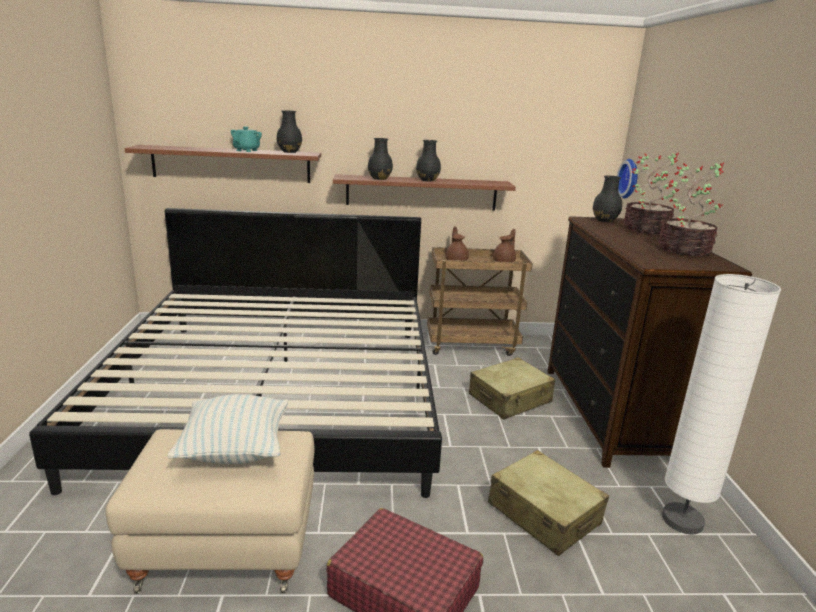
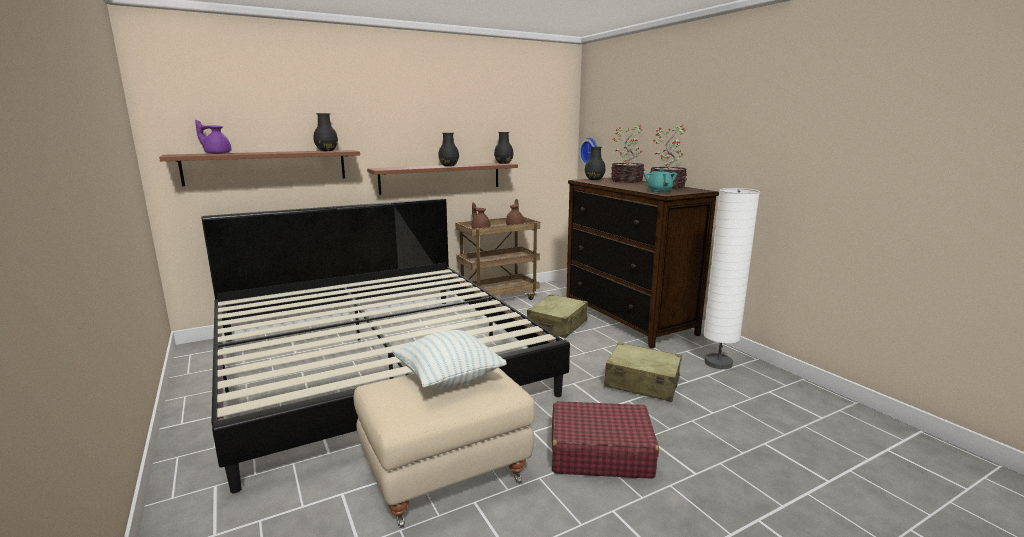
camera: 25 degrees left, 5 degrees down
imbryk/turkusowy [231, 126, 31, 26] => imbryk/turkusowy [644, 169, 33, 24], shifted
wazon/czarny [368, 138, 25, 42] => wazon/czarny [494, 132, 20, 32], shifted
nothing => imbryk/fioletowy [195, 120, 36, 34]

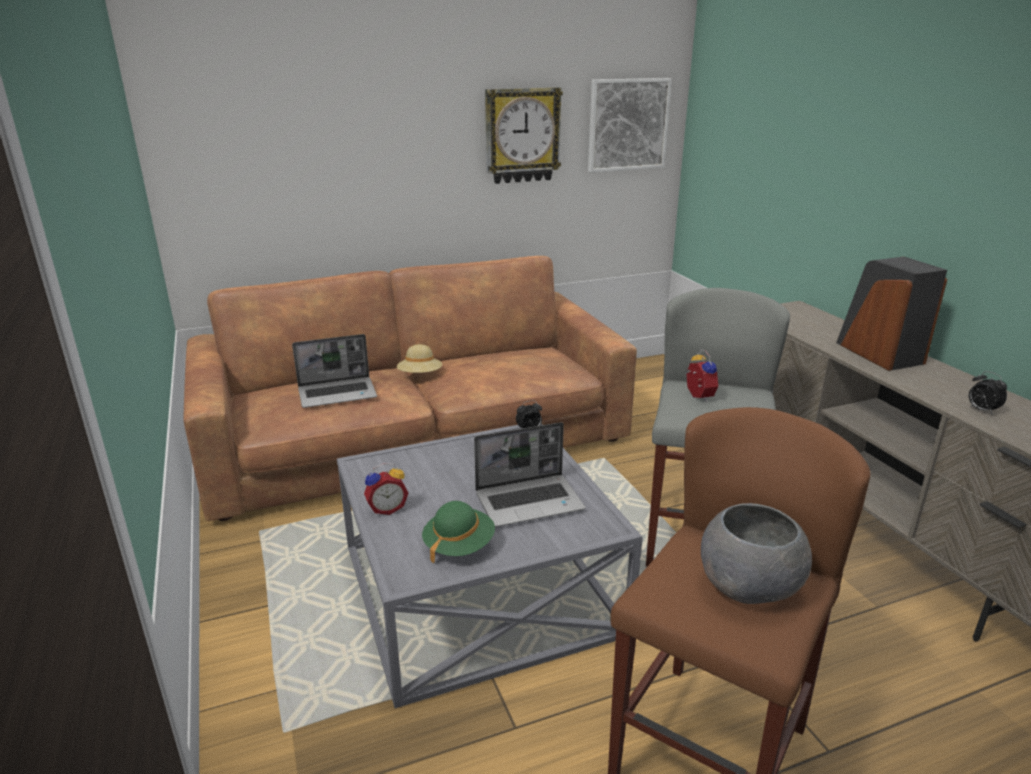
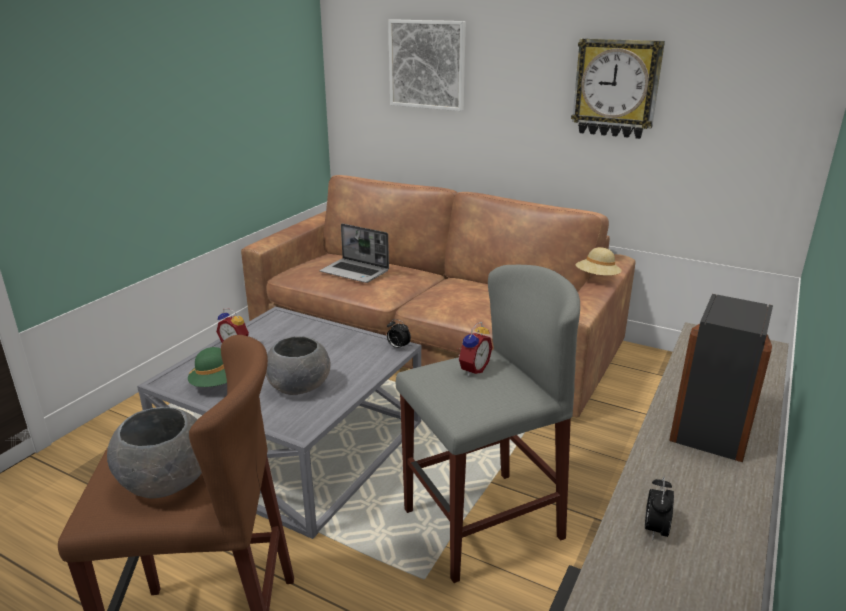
camera: 50 degrees right, 0 degrees up
kapelusz/beżowy [397, 344, 45, 29] => kapelusz/beżowy [576, 247, 46, 29], shifted
laptop [474, 422, 111, 105] => miska/szary [266, 336, 65, 59]
obraz [588, 78, 84, 94] => obraz [388, 19, 78, 92], shifted

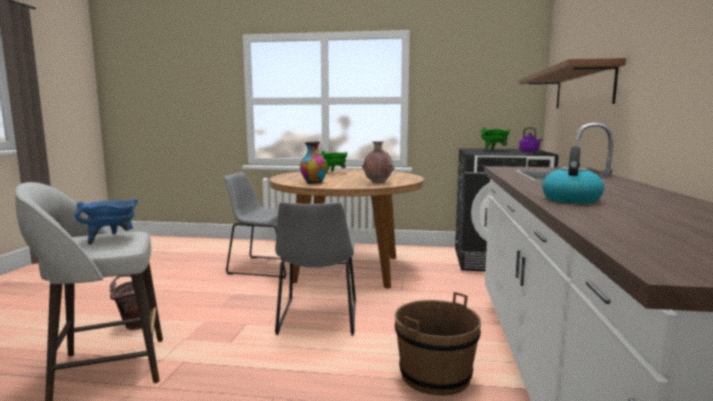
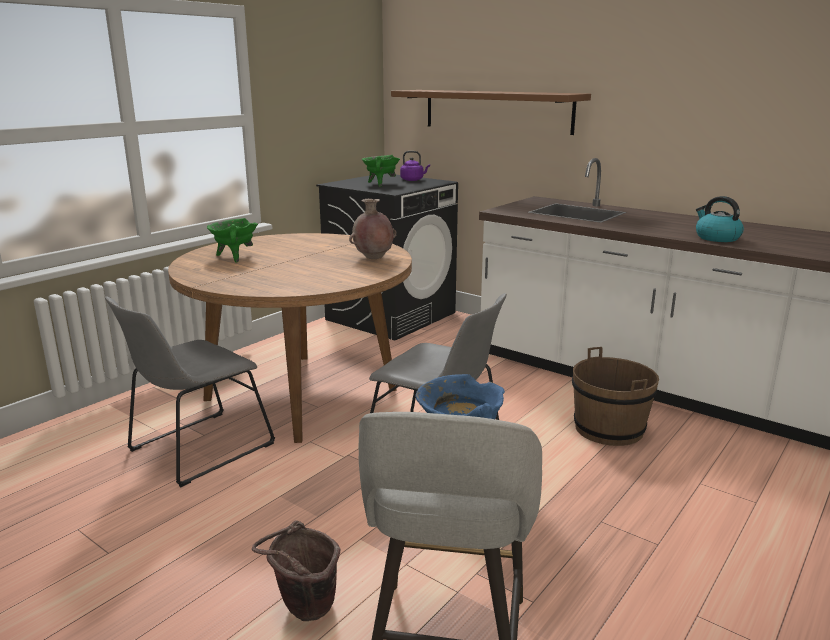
camera: 60 degrees left, 10 degrees up
wazon [300, 141, 27, 43] => nothing

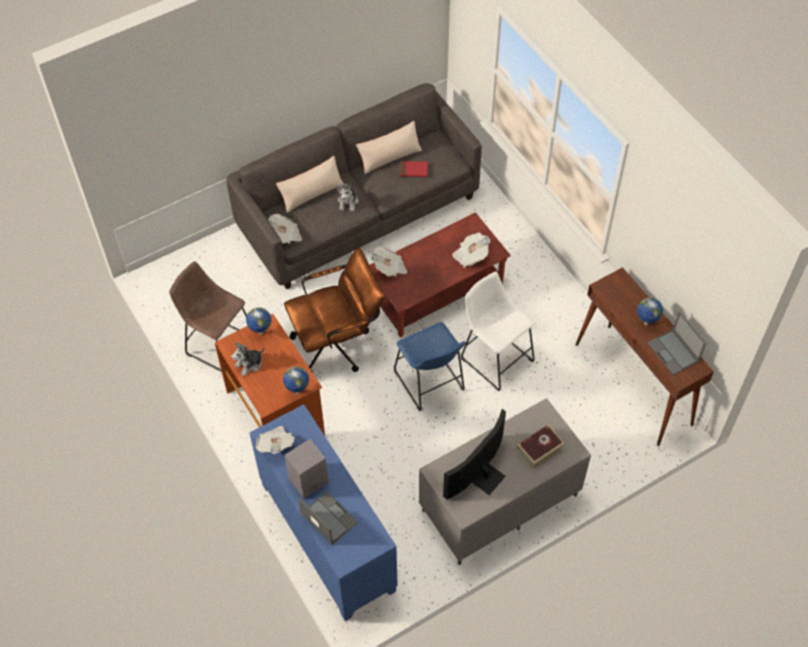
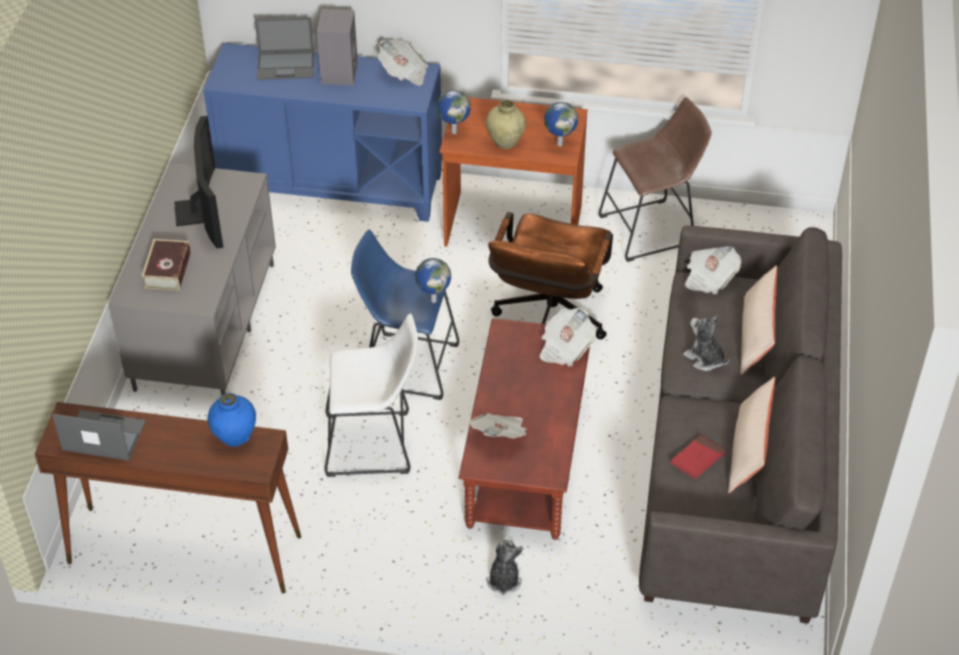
camera: 130 degrees right, 10 degrees down
pluszak [231, 341, 33, 35] => pluszak [487, 536, 36, 59], shifted
globus [637, 298, 26, 28] => globus [415, 258, 36, 45], shifted
nothing => wazon/niebieski [208, 393, 48, 54]
nothing => wazon/beżowy [486, 100, 40, 49]

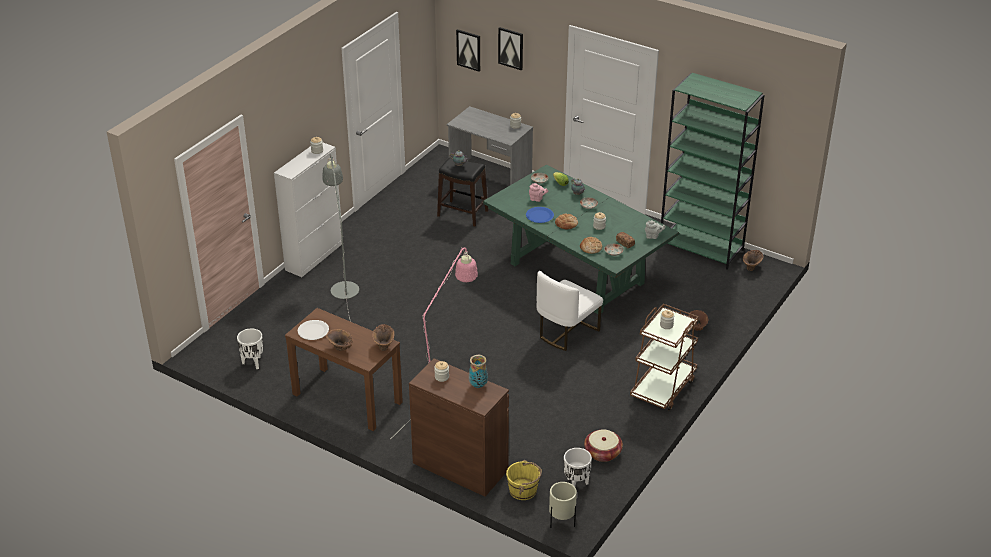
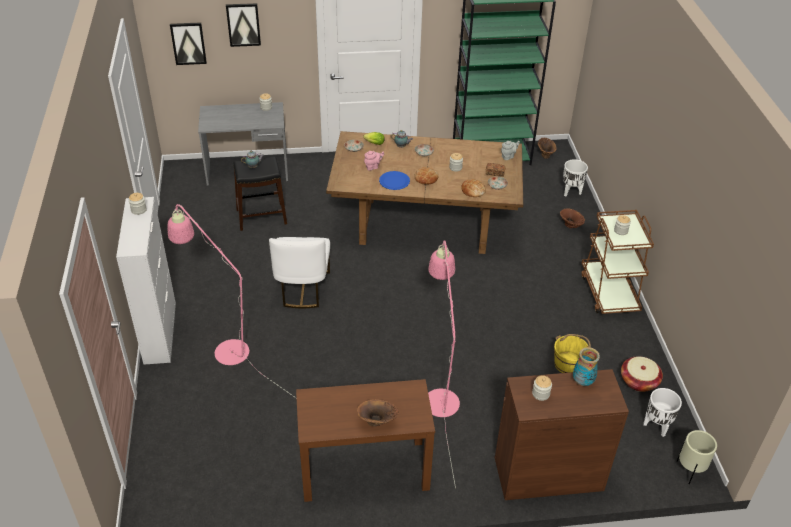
camera: 40 degrees left, 5 degrees up
donica/biały [237, 329, 26, 40] => donica/biały [563, 159, 25, 37], shifted
talerz/biały [298, 320, 31, 20] => nothing
lampa stojąca/szary [322, 154, 37, 168] => lampa stojąca/różowy [167, 204, 130, 195]
wazon/brązowy [372, 324, 23, 27] => nothing
stół jadalny/zielony [483, 164, 196, 150] => stół jadalny/brązowy [326, 131, 197, 123]
wiadro/żółty [506, 460, 36, 40] => wiadro/żółty [554, 334, 37, 39], shifted
krzesło/biały [536, 271, 67, 80] => krzesło/biały [269, 237, 61, 71], shifted

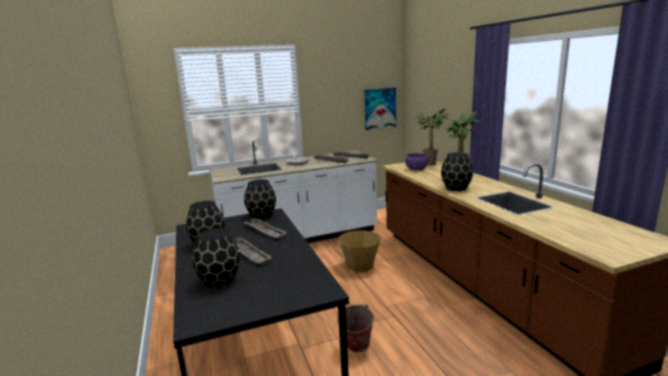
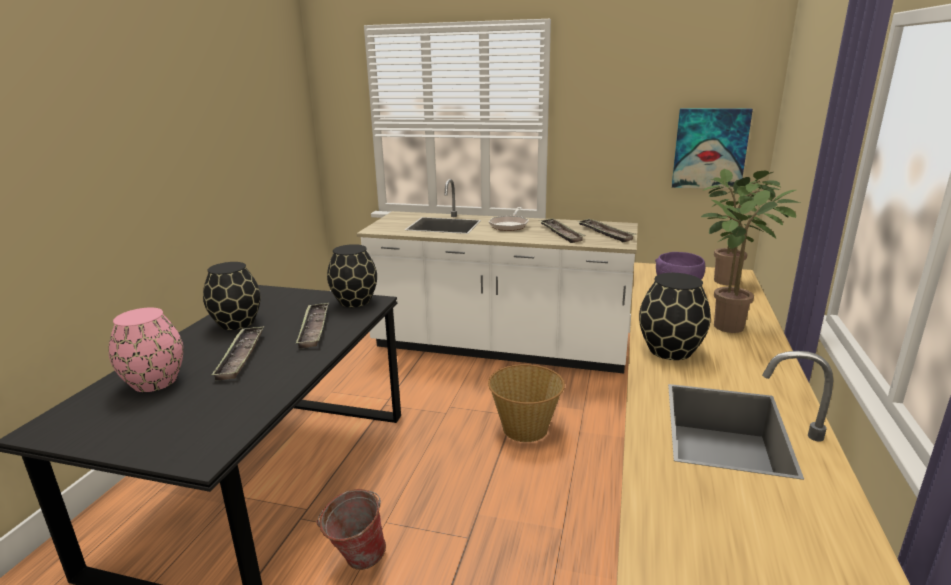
camera: 35 degrees right, 5 degrees up
wazon/czarny [192, 228, 48, 60] => wazon/różowy [109, 308, 74, 84]

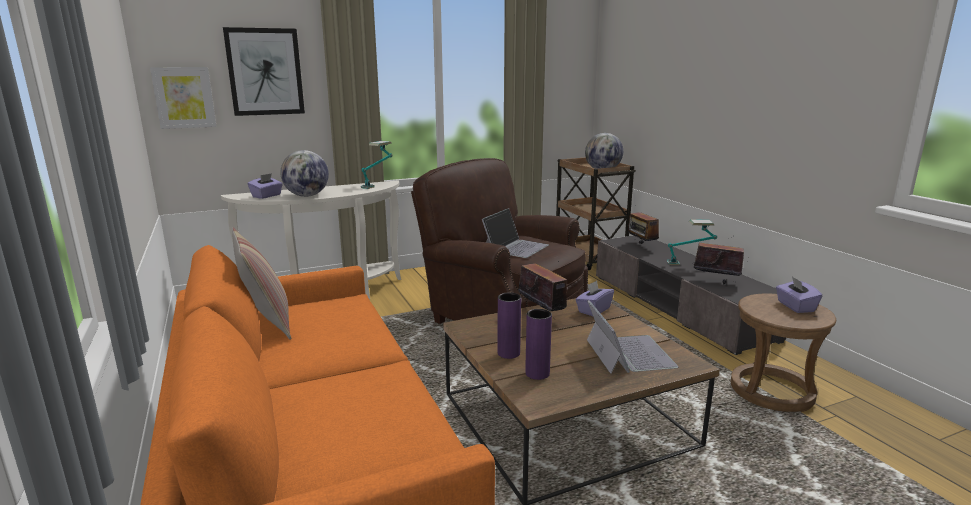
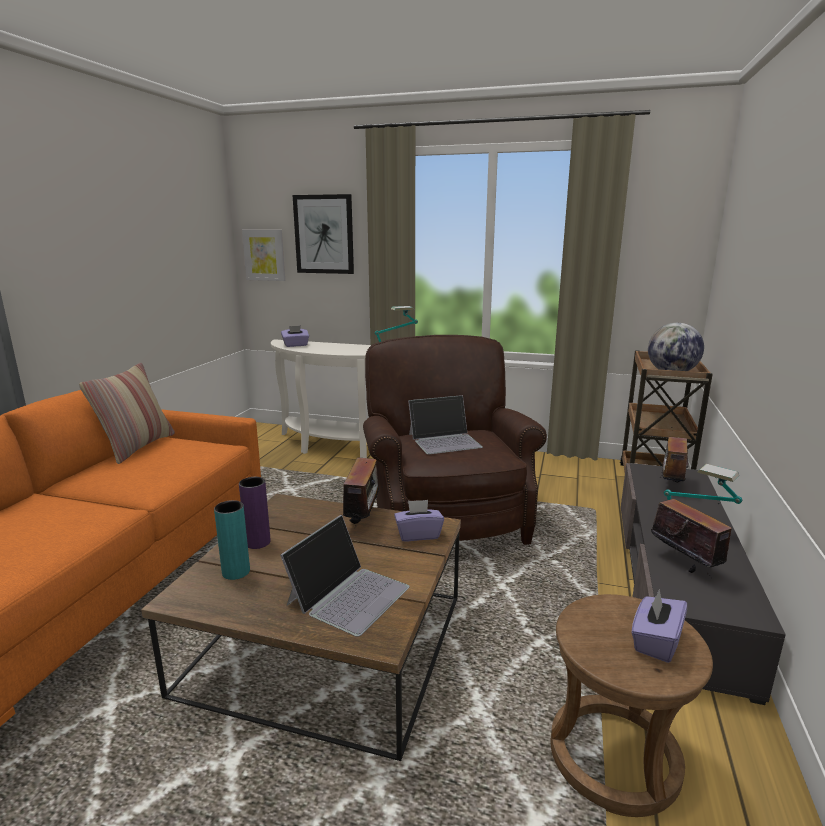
camera: 40 degrees right, 0 degrees up
globus [280, 150, 49, 47] => nothing
wazon/fioletowy [525, 309, 27, 71] => wazon/turkusowy [214, 500, 36, 80]

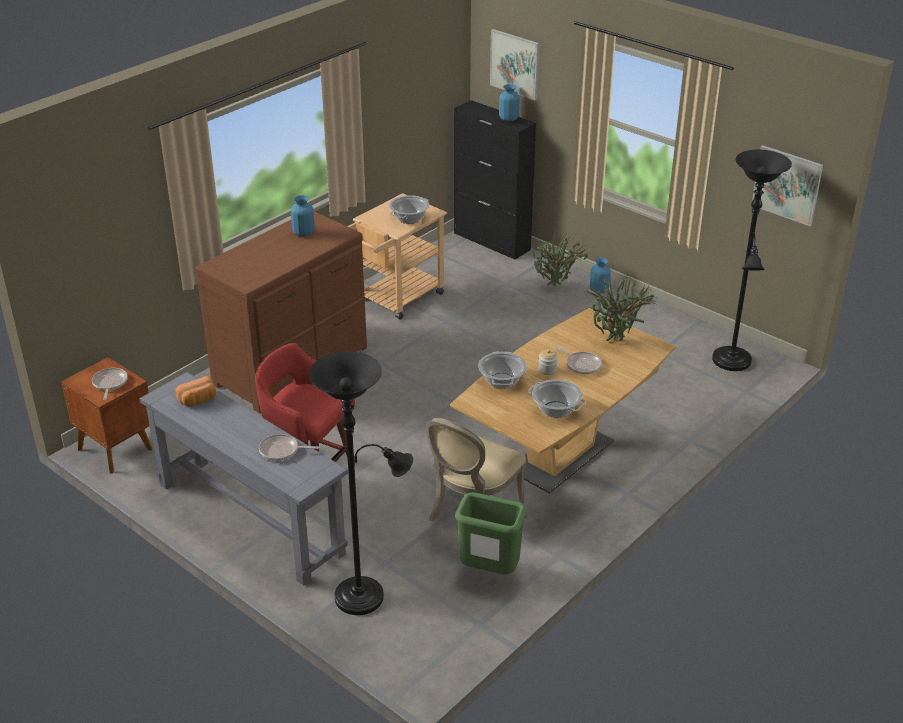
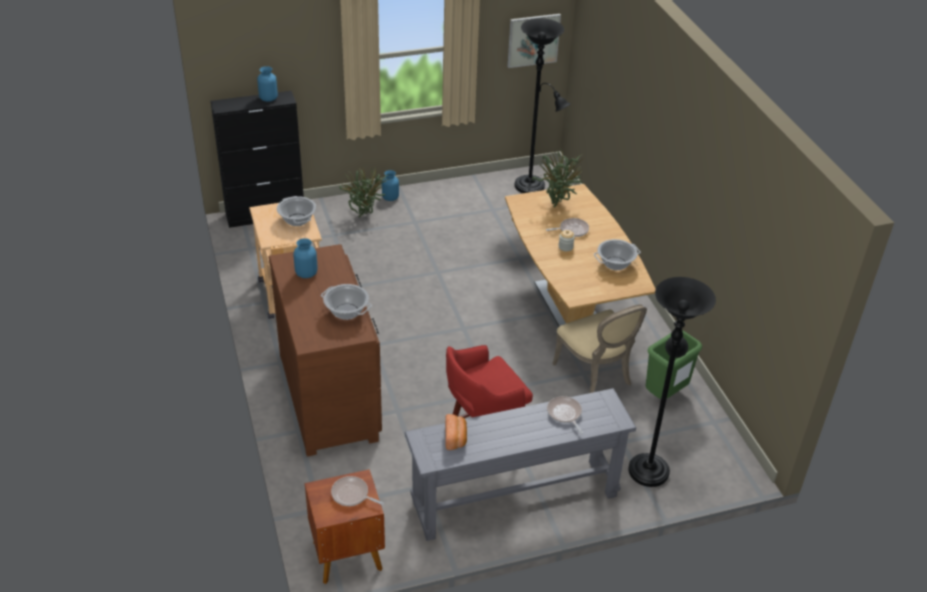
camera: 60 degrees left, 5 degrees up
patelnia [259, 434, 60, 27] => patelnia [547, 396, 36, 38], 120 degrees clockwise
garnek [478, 352, 49, 37] => garnek [321, 284, 51, 36], shifted
obraz [490, 29, 49, 71] => nothing

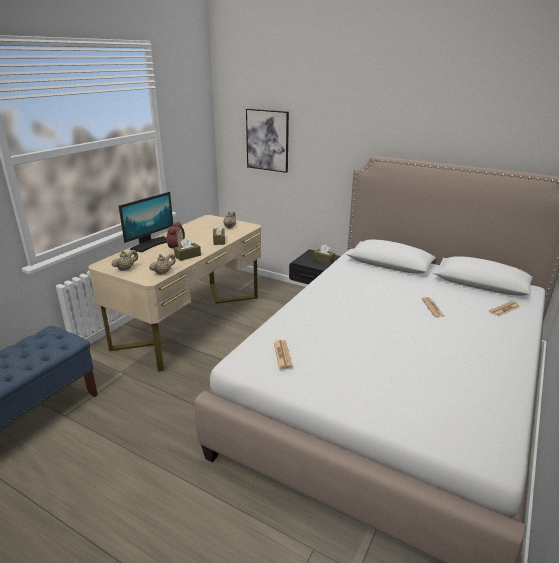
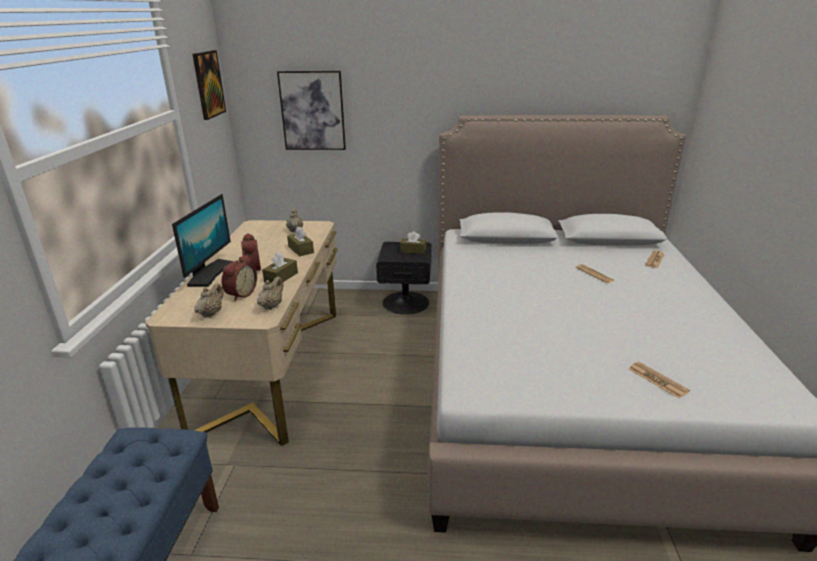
camera: 25 degrees left, 0 degrees up
gazeta [274, 340, 18, 28] => gazeta [629, 362, 61, 36], shifted
nothing => obraz [192, 50, 34, 70]
nothing => budzik [222, 255, 35, 46]

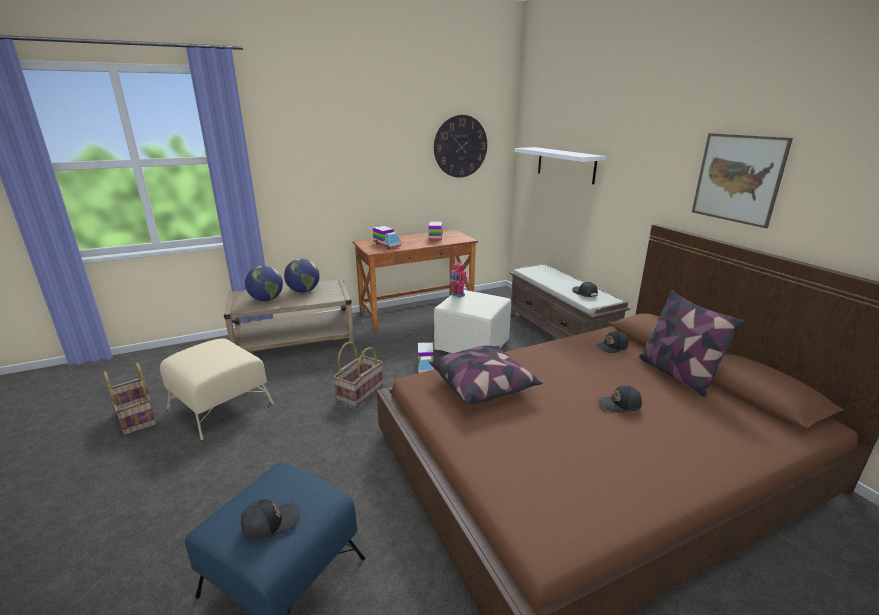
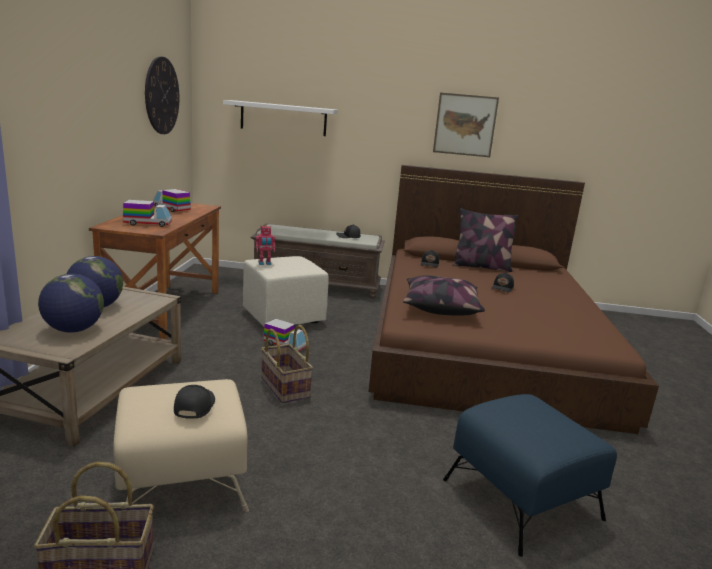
camera: 60 degrees left, 5 degrees down
czapka z daszkiem/czarny [241, 499, 59, 43] => czapka z daszkiem/czarny [174, 385, 41, 34], shifted

